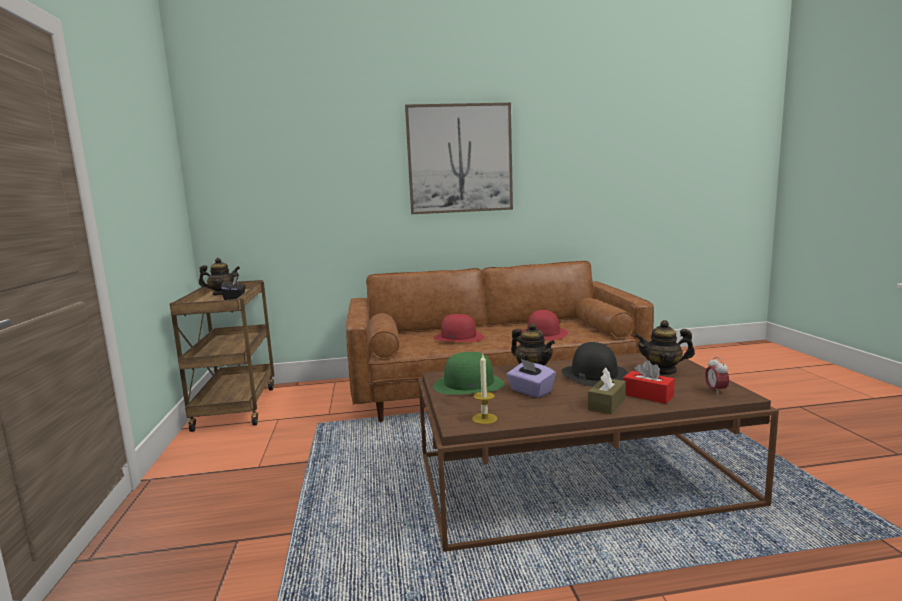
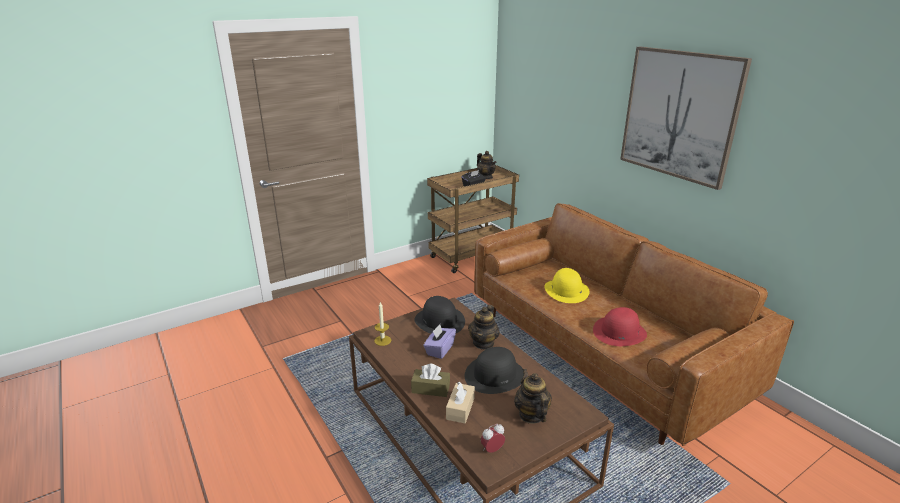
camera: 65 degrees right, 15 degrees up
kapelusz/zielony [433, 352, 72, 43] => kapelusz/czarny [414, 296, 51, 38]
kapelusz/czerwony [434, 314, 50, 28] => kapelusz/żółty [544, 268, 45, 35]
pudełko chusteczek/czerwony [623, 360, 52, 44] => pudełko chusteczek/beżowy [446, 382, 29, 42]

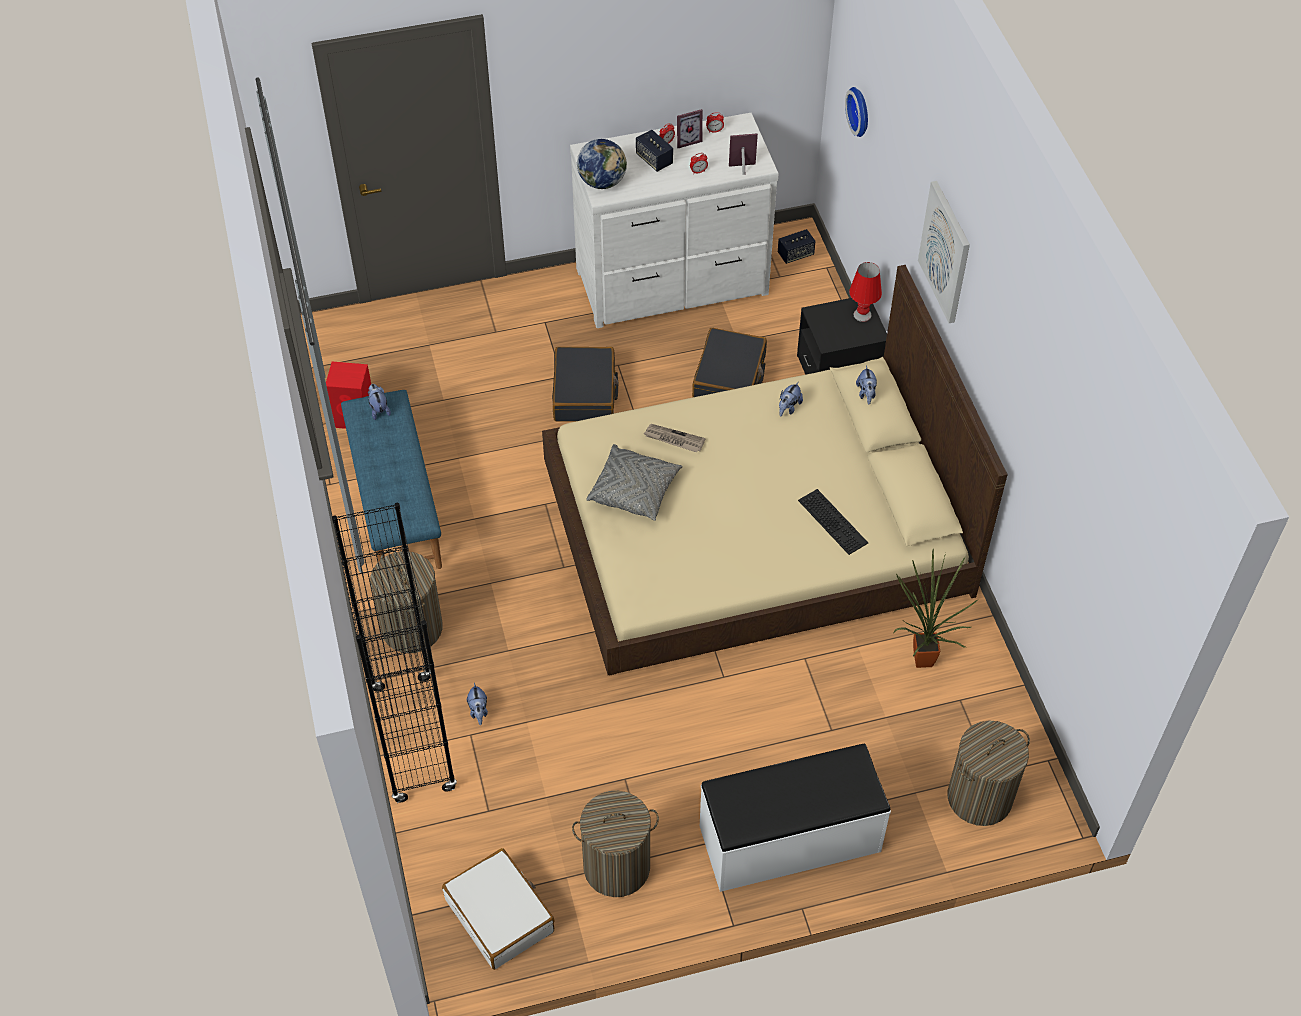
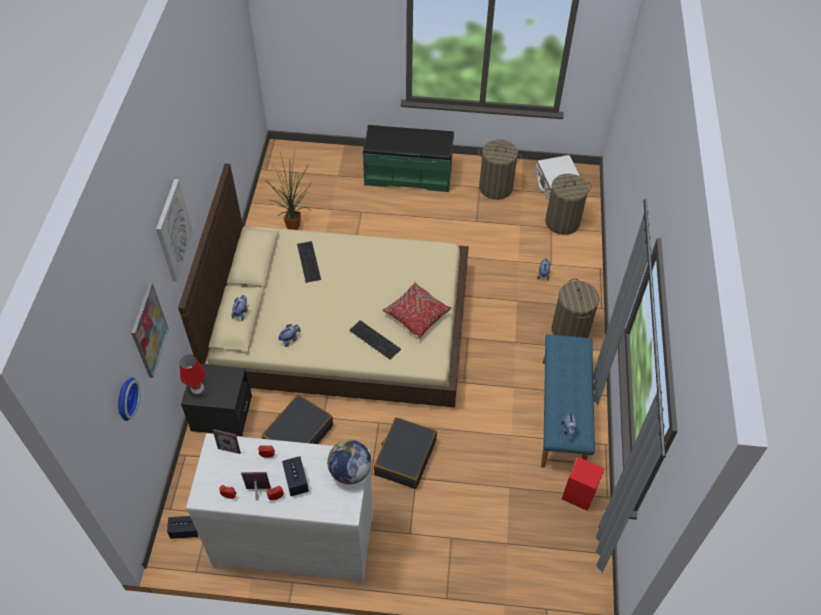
camera: 160 degrees left, 0 degrees up
regał/czarny [332, 503, 125, 300] => nothing
poduszka/szary [586, 444, 97, 77] => poduszka/czerwony [382, 282, 69, 57]
gazeta [644, 424, 62, 28] => klawiatura [349, 320, 52, 40]
ławka/biały [700, 744, 191, 148] => ławka/zielony [362, 125, 92, 67]
kosz na pranie [947, 721, 83, 105] => kosz na pranie [545, 174, 47, 61], shifted
nothing => obraz [131, 283, 38, 95]

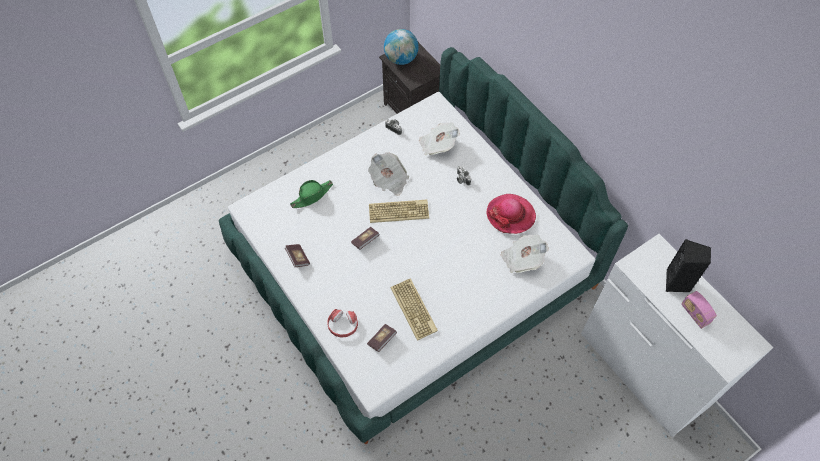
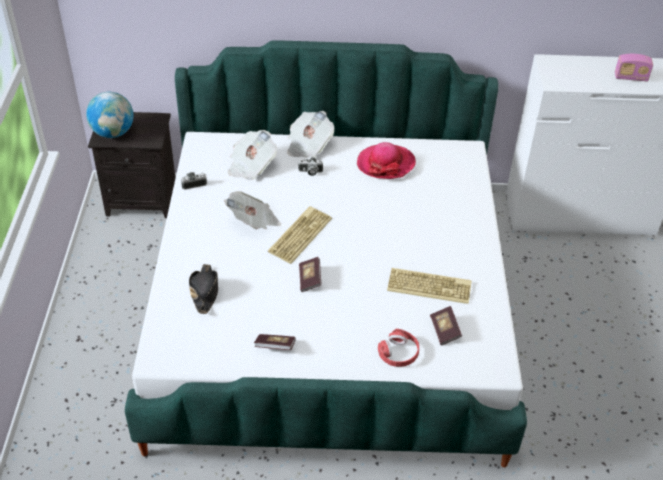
camera: 55 degrees left, 15 degrees down
kapelusz/zielony [290, 180, 43, 28] => kapelusz/czarny [189, 264, 29, 50]
gazeta [501, 234, 48, 39] => gazeta [287, 111, 47, 47], shifted
głośnik/czarny [666, 239, 45, 53] => nothing

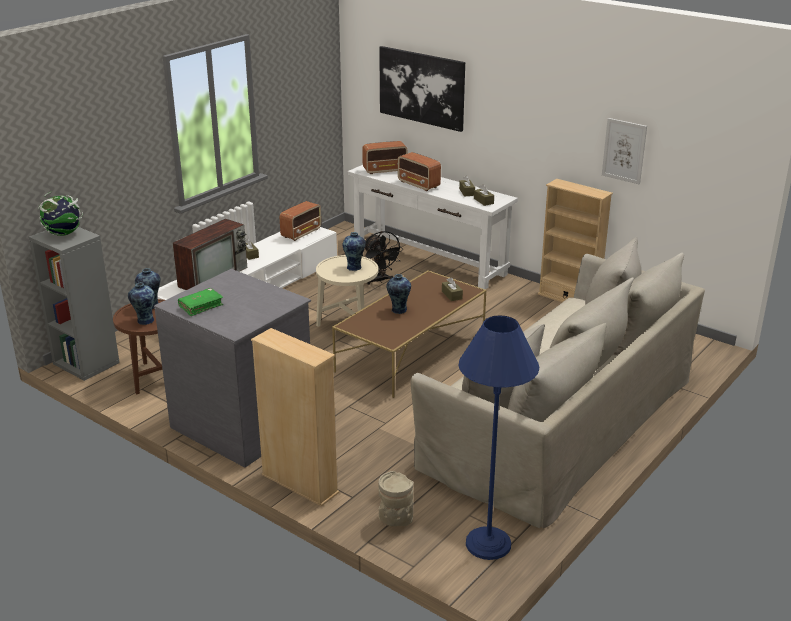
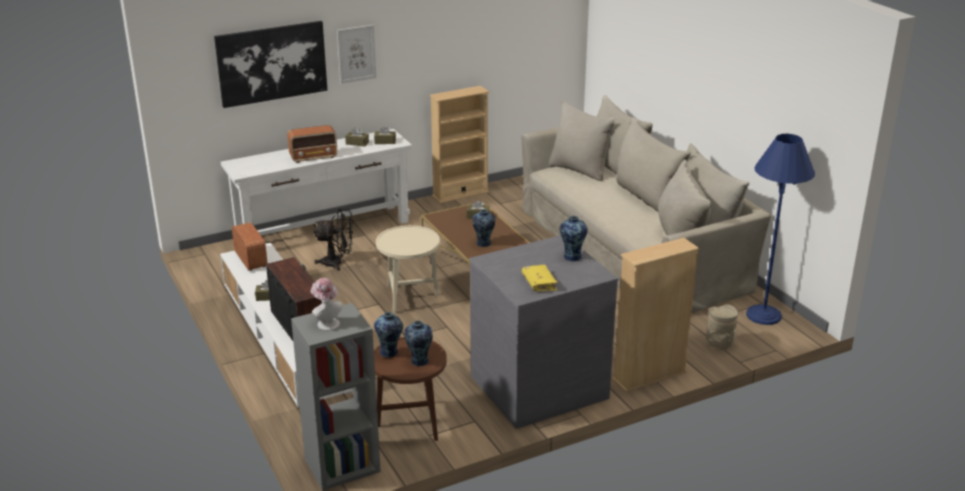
camera: 65 degrees left, 0 degrees up
globus [38, 192, 45, 44] => kapelusz [310, 278, 33, 52]
książka/zielony [178, 288, 45, 28] => książka/żółty [522, 265, 36, 26]
wazon [343, 232, 23, 39] => wazon [559, 216, 29, 45], shifted
radio [362, 141, 46, 33] => nothing
obraz [602, 118, 45, 66] => obraz [337, 25, 39, 59], shifted

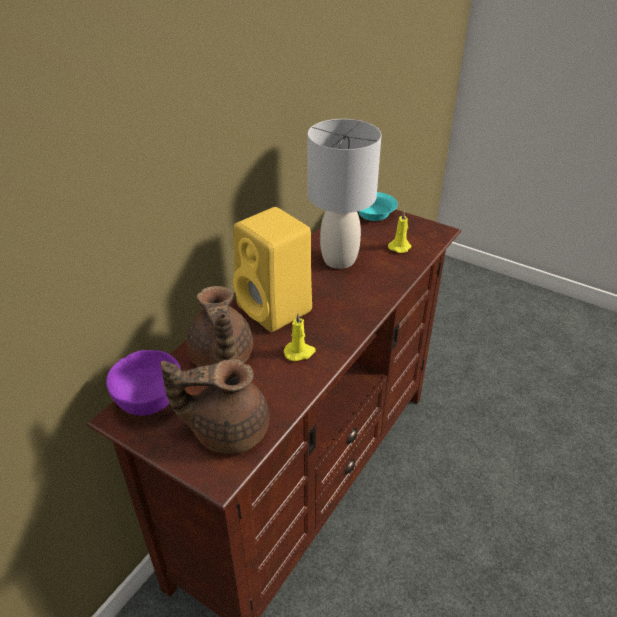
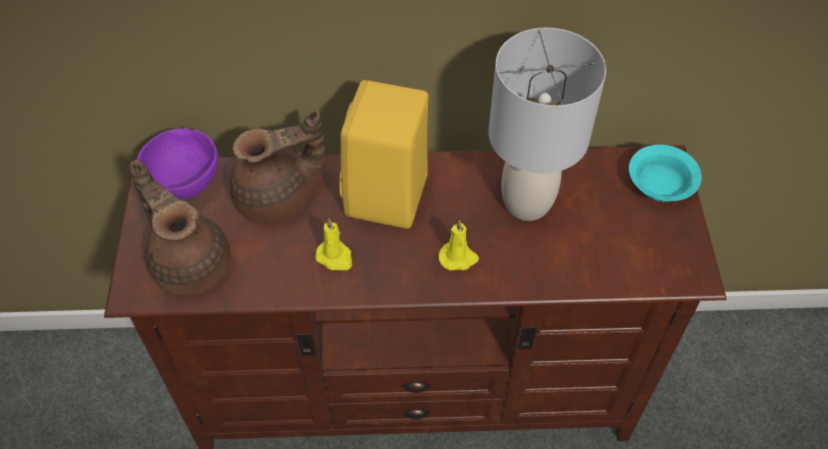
camera: 55 degrees right, 15 degrees up
imbryk/brązowy [187, 286, 66, 81] => imbryk/brązowy [230, 110, 94, 114], 150 degrees counterclockwise
świeca/żółty [388, 211, 23, 42] => świeca/żółty [439, 220, 40, 51], shifted

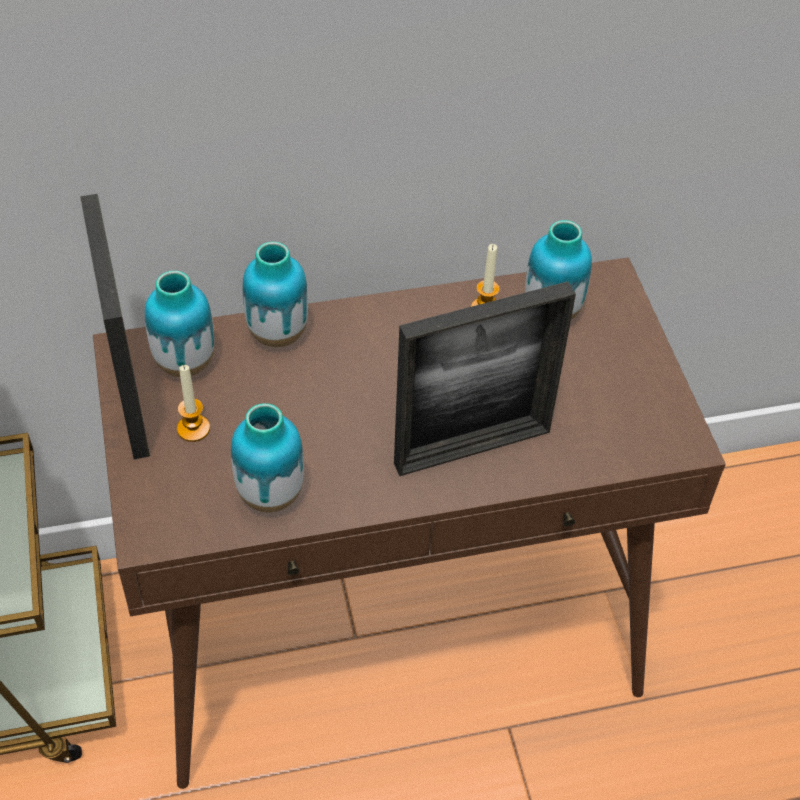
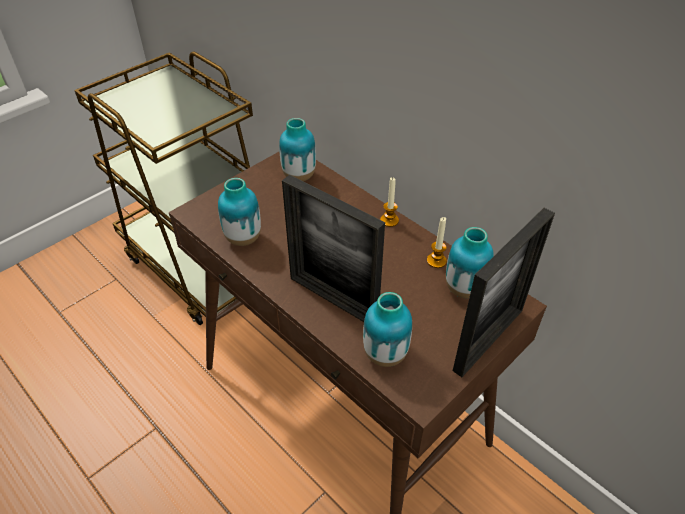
camera: 60 degrees right, 5 degrees down
ramka na zdjęcie [80, 194, 70, 265] => ramka na zdjęcie [453, 208, 102, 169], shifted
świeca [177, 365, 33, 77] => świeca [380, 177, 19, 50], shifted
wazon [242, 242, 66, 105] => wazon [363, 292, 49, 75], shifted

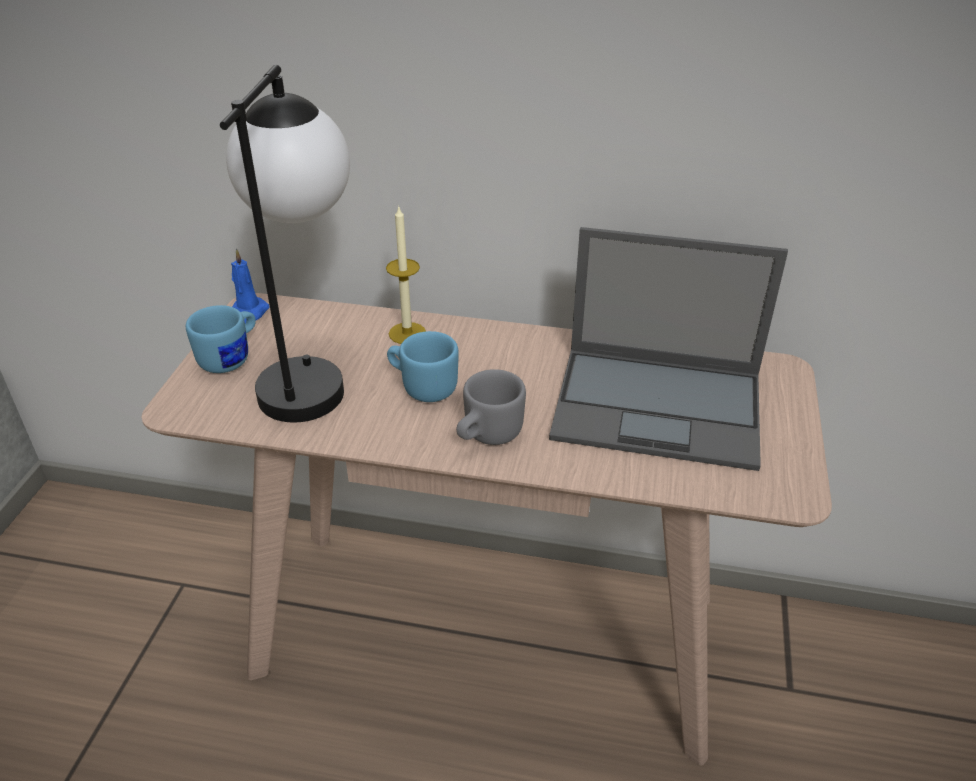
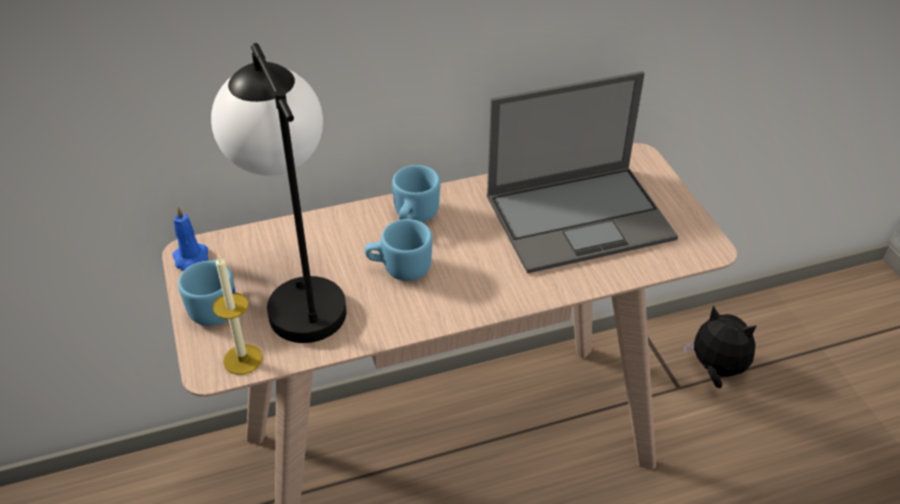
camera: 30 degrees left, 5 degrees up
świeca [386, 205, 40, 139] => świeca [213, 254, 50, 121], shifted
kubek/szary [456, 369, 70, 76] => nothing
nothing => kubek/niebieski [392, 165, 48, 57]
nothing => pluszak [683, 306, 74, 82]

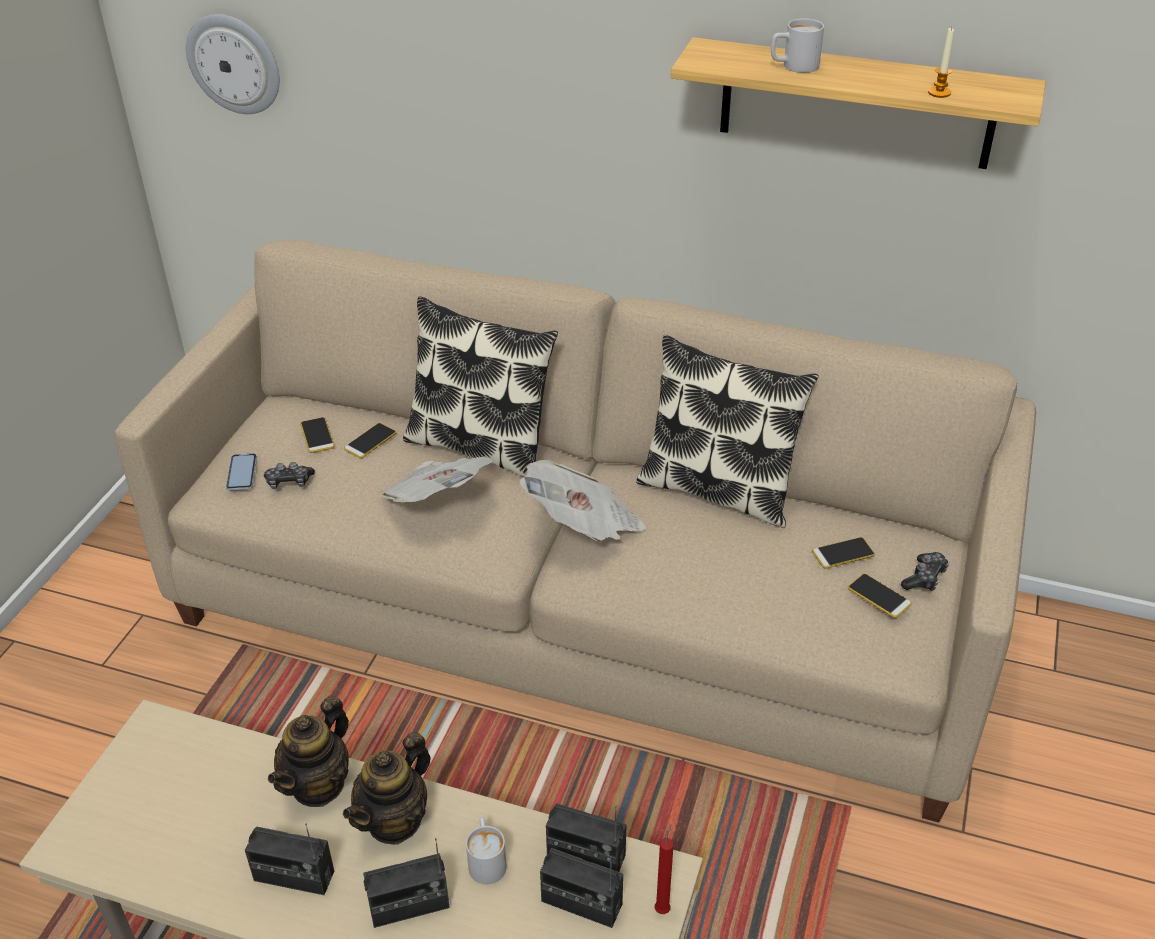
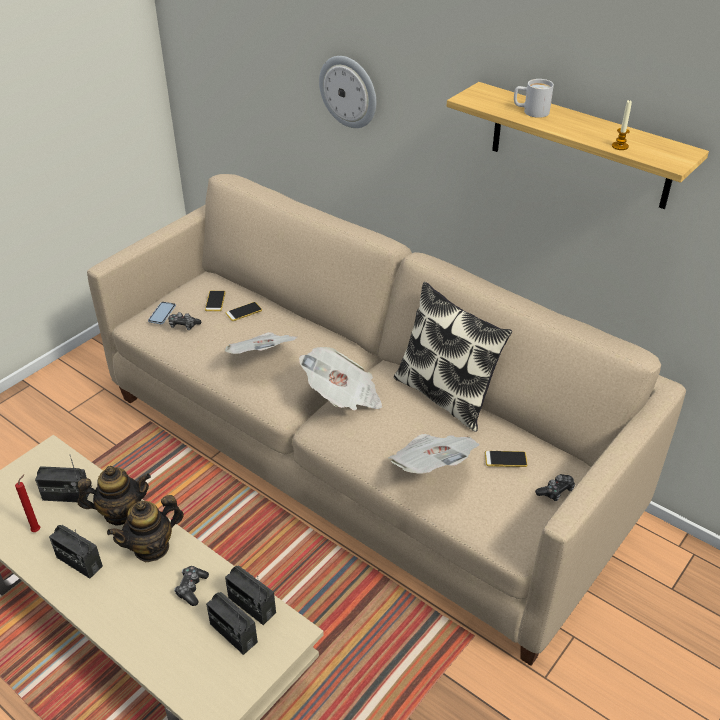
camera: 20 degrees right, 0 degrees up
zegar ścienny [186, 14, 94, 100] => zegar ścienny [319, 56, 57, 72], shifted
imbryk [268, 695, 81, 112] => imbryk [77, 466, 74, 60], 150 degrees counterclockwise
radio [363, 838, 87, 90] => radio [35, 455, 54, 47], shifted
poduszka [403, 296, 155, 181] => nothing
kubek/biały [466, 817, 41, 68] => pad do gier [174, 566, 35, 40]
świeca/czerwony [654, 824, 20, 90] => świeca/czerwony [15, 474, 25, 58], shifted
telefon [848, 574, 64, 44] => nothing
nothing => gazeta [388, 434, 91, 40]

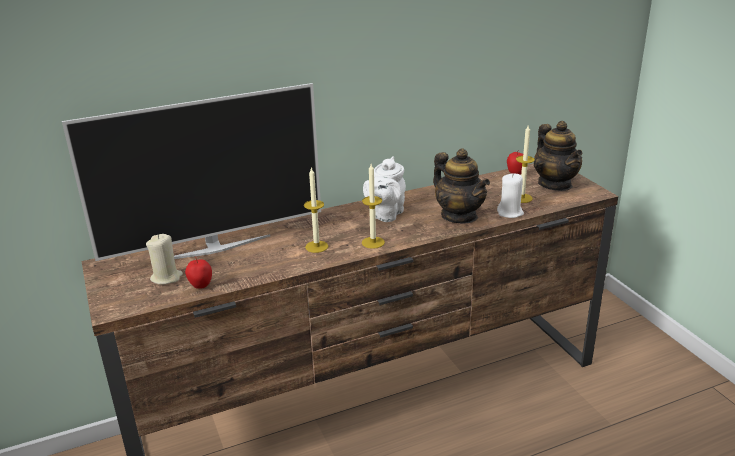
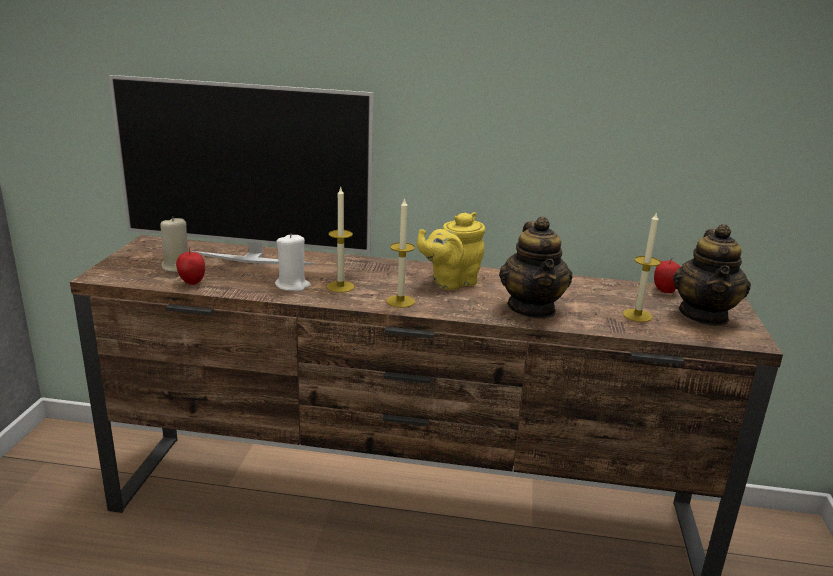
camera: 30 degrees right, 5 degrees down
imbryk/biały [363, 156, 43, 66] => imbryk/żółty [417, 212, 68, 78]
świeca/biały [497, 173, 27, 45] => świeca/biały [275, 233, 36, 58], shifted

